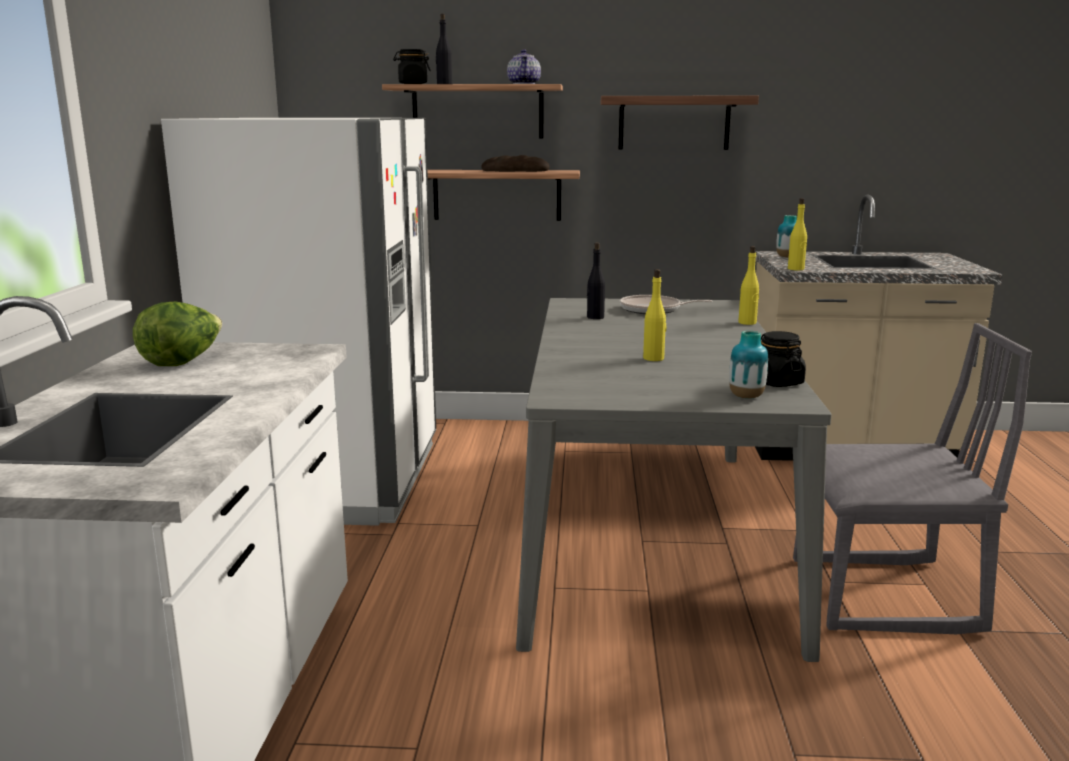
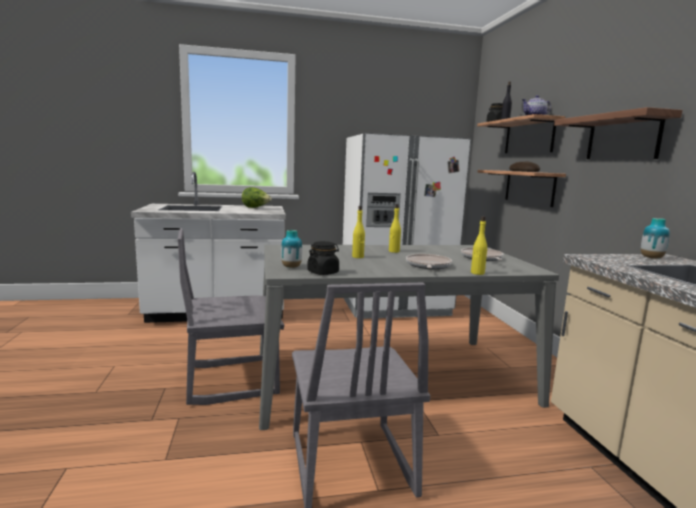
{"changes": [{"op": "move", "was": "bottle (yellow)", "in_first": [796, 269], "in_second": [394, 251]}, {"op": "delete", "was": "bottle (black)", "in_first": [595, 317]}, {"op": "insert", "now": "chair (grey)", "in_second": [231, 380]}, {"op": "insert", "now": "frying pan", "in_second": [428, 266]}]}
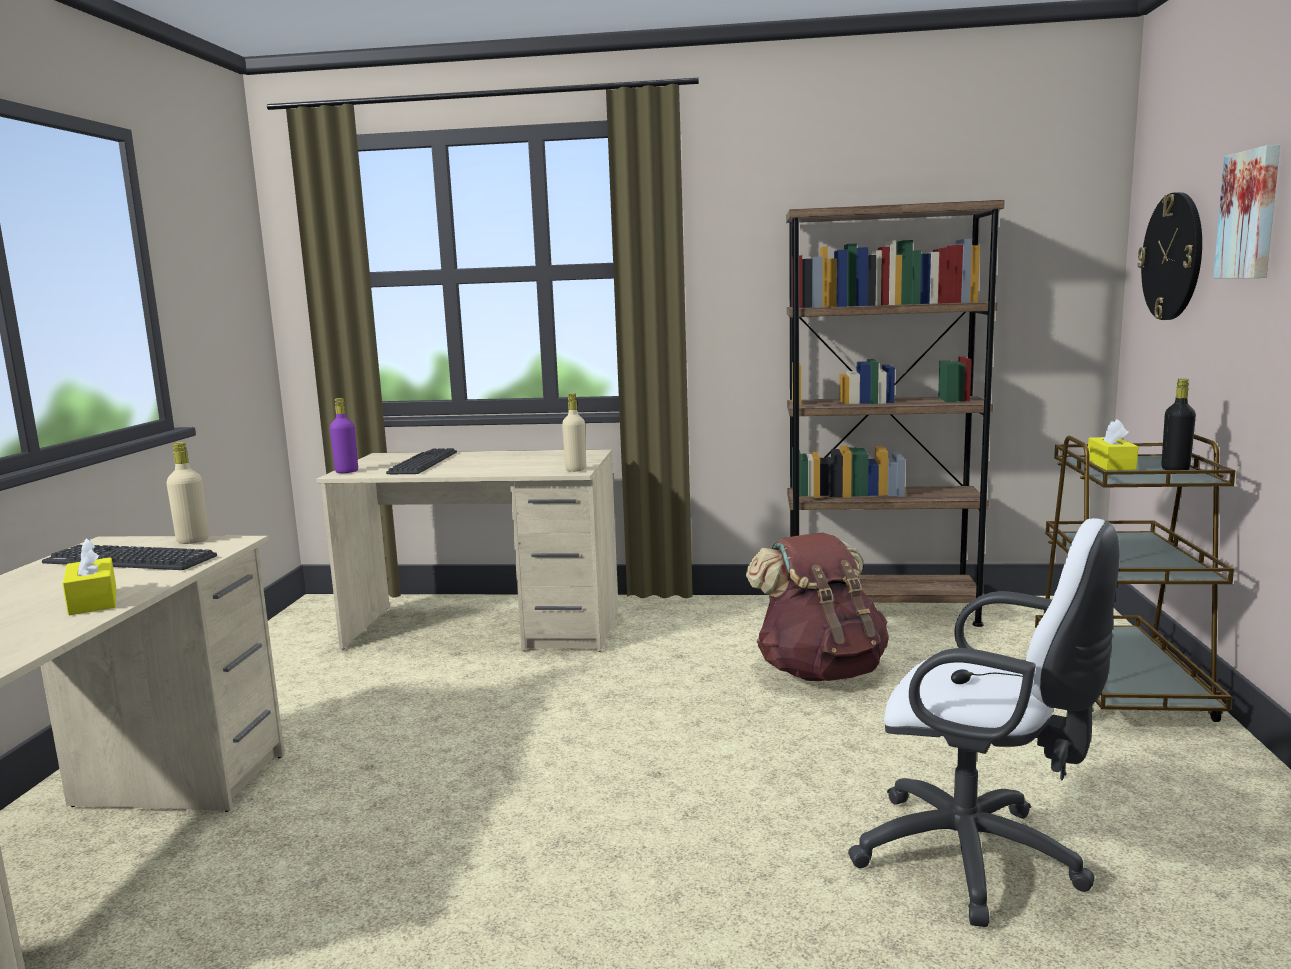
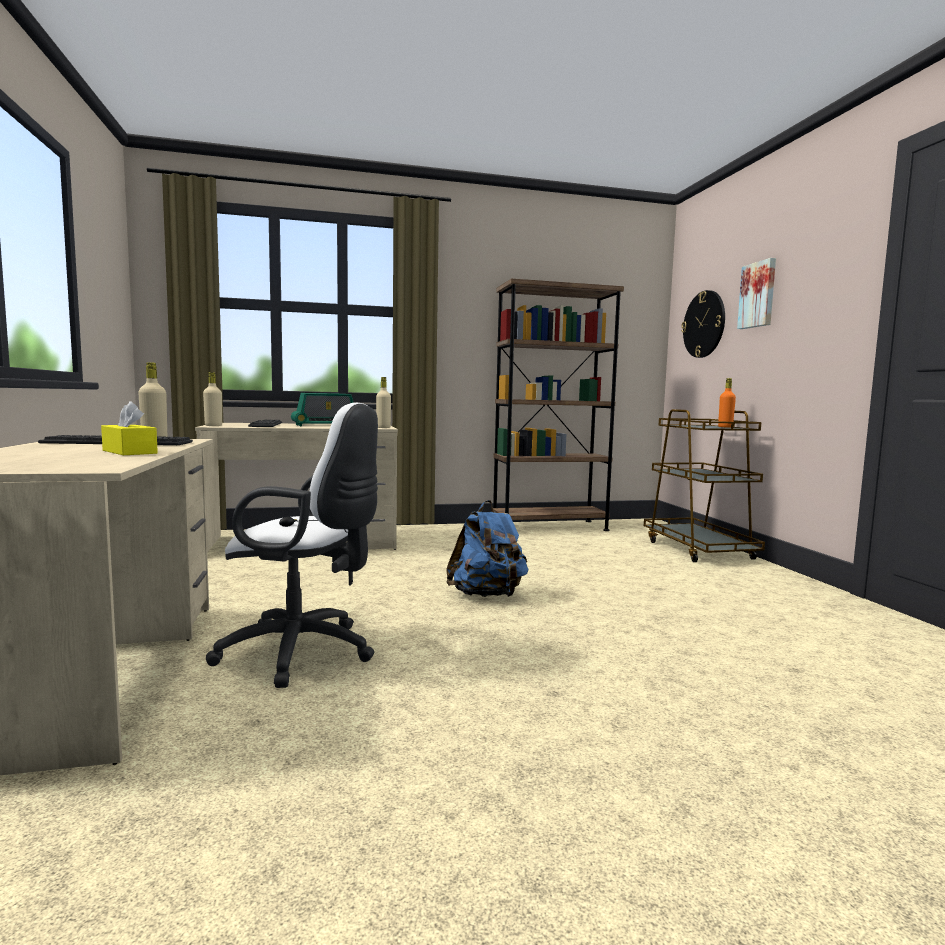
{"changes": [{"op": "recolor", "was": "bottle (black)", "now": "bottle (orange)", "in_first": [1175, 469], "in_second": [725, 427]}, {"op": "recolor", "was": "bottle (purple)", "now": "bottle (beige)", "in_first": [346, 471], "in_second": [213, 425]}, {"op": "delete", "was": "tissue box (yellow)", "in_first": [1111, 465]}, {"op": "move", "was": "office chair (white)", "in_first": [979, 859], "in_second": [304, 653]}, {"op": "delete", "was": "backpack (brown)", "in_first": [819, 671]}, {"op": "insert", "now": "radio", "in_second": [326, 425]}, {"op": "insert", "now": "backpack (blue)", "in_second": [487, 595]}]}
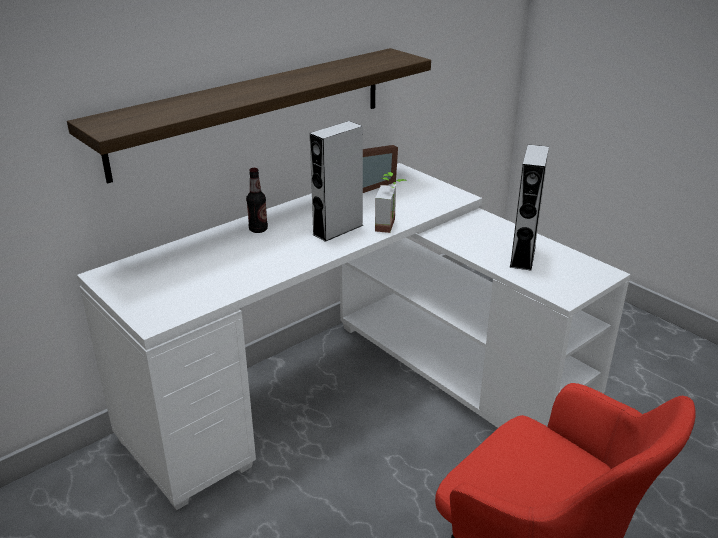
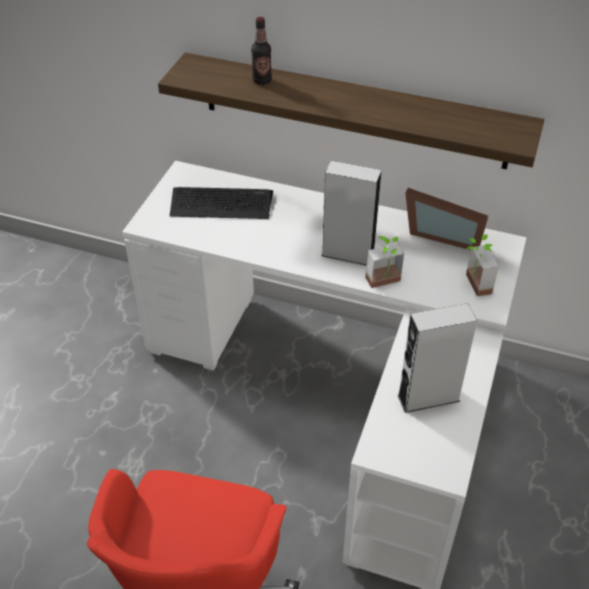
{"changes": [{"op": "move", "was": "bottle", "in_first": [258, 229], "in_second": [262, 80]}, {"op": "insert", "now": "keyboard", "in_second": [221, 204]}, {"op": "insert", "now": "potted plant", "in_second": [472, 285]}]}
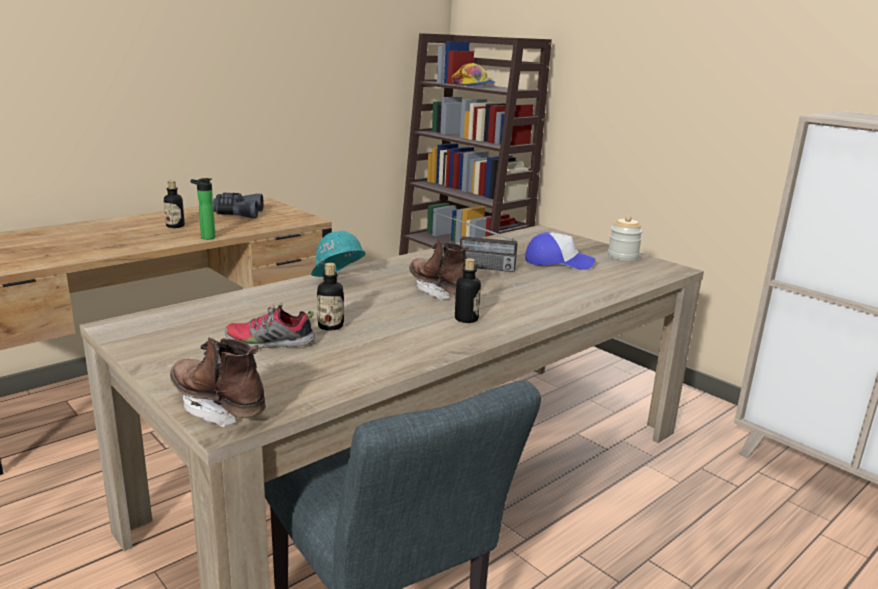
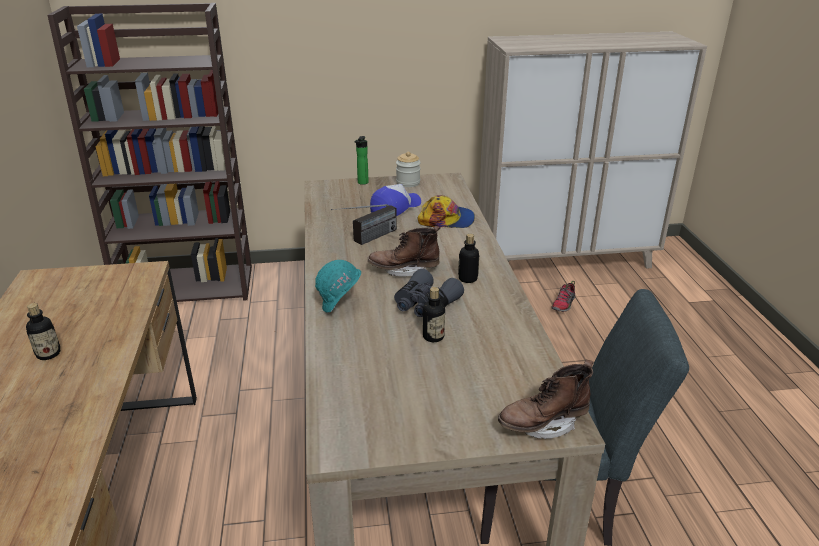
{"changes": [{"op": "move", "was": "cap", "in_first": [473, 85], "in_second": [446, 220]}, {"op": "move", "was": "bottle", "in_first": [205, 238], "in_second": [362, 183]}, {"op": "move", "was": "binoculars (grey)", "in_first": [236, 213], "in_second": [425, 304]}, {"op": "move", "was": "shoe", "in_first": [270, 343], "in_second": [563, 304]}]}
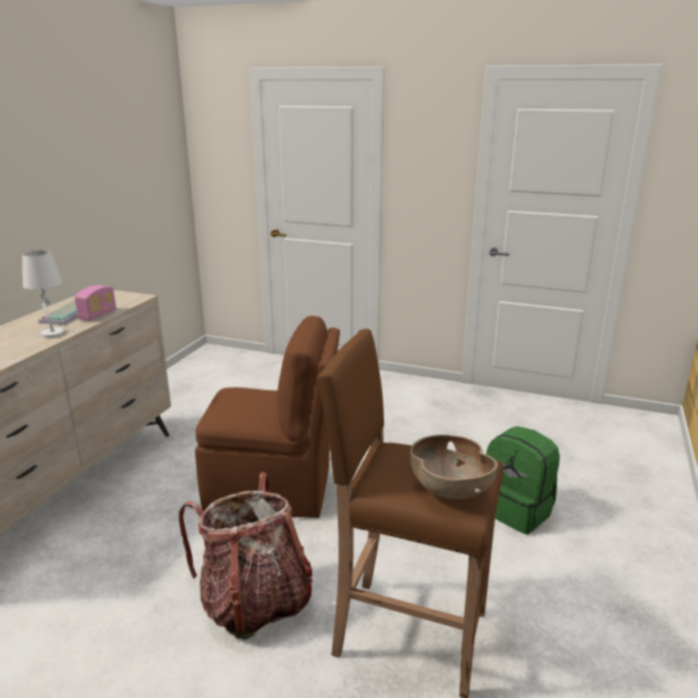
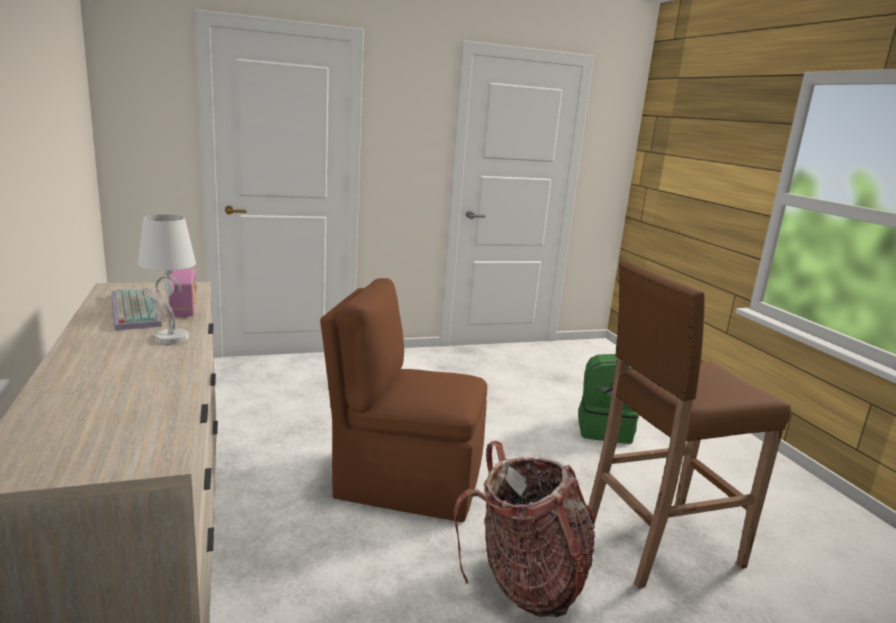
{"changes": [{"op": "rotate", "was": "chair (brown)", "in_first": [273, 490], "in_second": [405, 481], "clockwise": -135}, {"op": "delete", "was": "bowl (brown)", "in_first": [449, 488]}]}
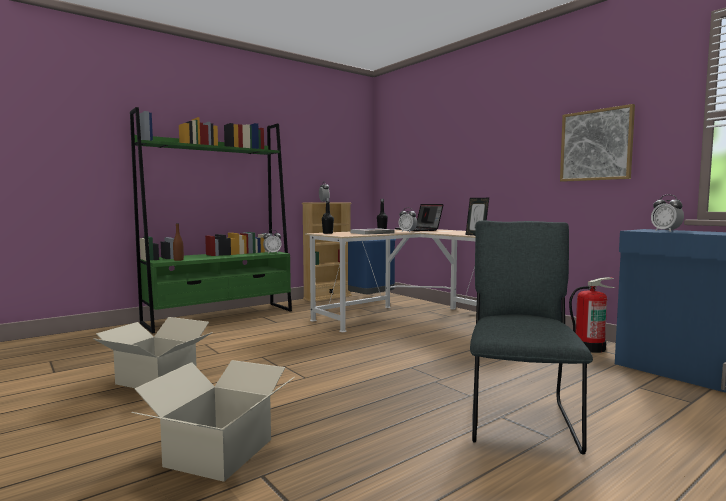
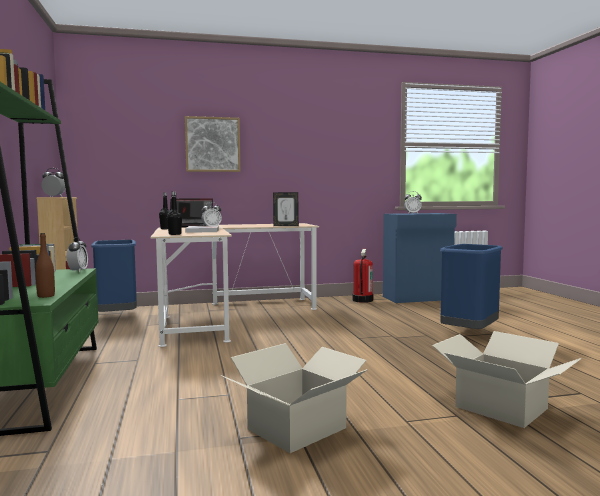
{"changes": [{"op": "move", "was": "picture", "in_first": [596, 145], "in_second": [212, 144]}, {"op": "replace", "was": "chair (grey)", "now": "trash can (blue)", "in_first": [520, 419], "in_second": [469, 333]}]}
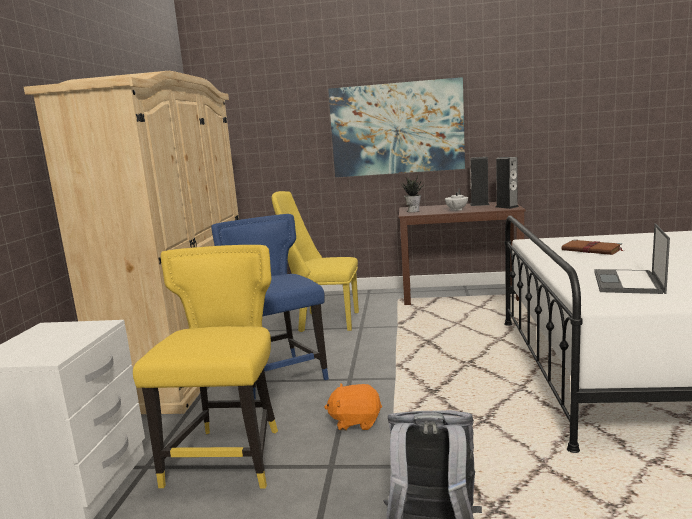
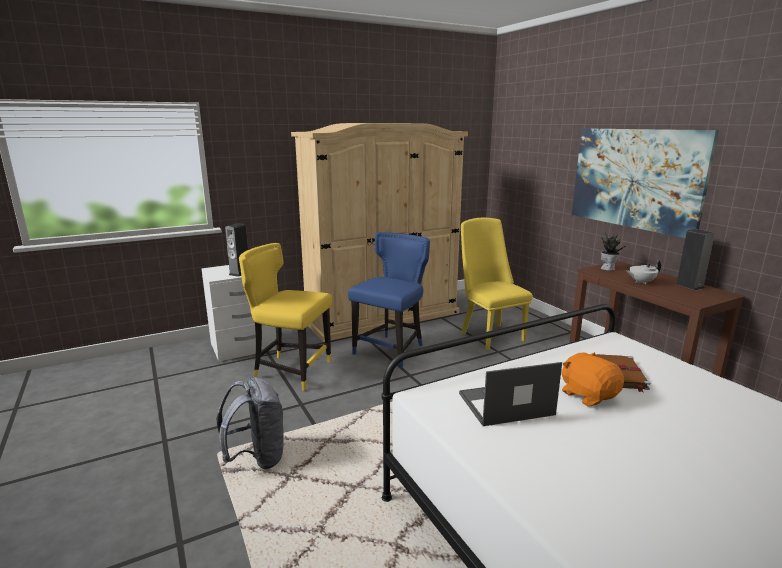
{"changes": [{"op": "move", "was": "speaker", "in_first": [507, 207], "in_second": [240, 273]}, {"op": "rotate", "was": "chair (yellow)", "in_first": [229, 456], "in_second": [291, 371], "clockwise": -135}, {"op": "move", "was": "plush toy (orange)", "in_first": [355, 421], "in_second": [588, 395]}]}
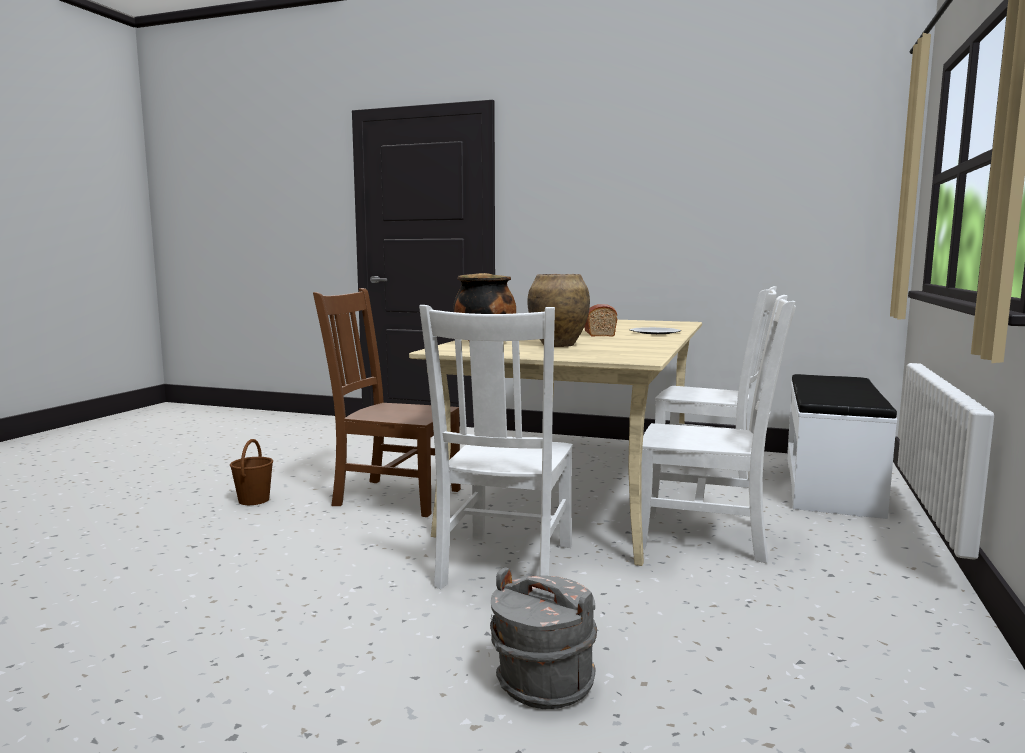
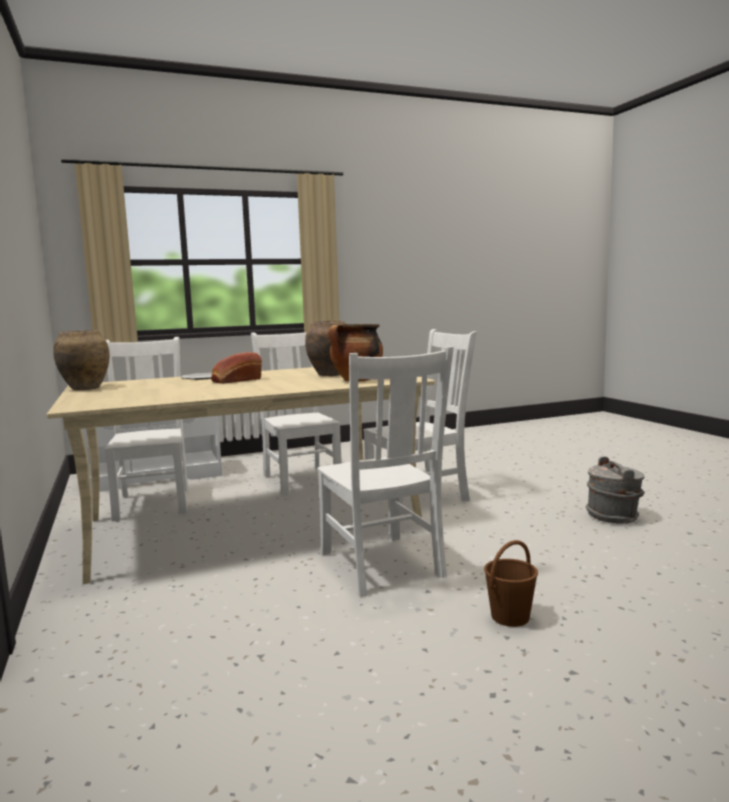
{"changes": [{"op": "recolor", "was": "chair (brown)", "now": "chair (white)", "in_first": [393, 497], "in_second": [382, 566]}, {"op": "move", "was": "bucket (grey)", "in_first": [543, 683], "in_second": [613, 516]}, {"op": "insert", "now": "vase (brown)", "in_second": [86, 388]}]}
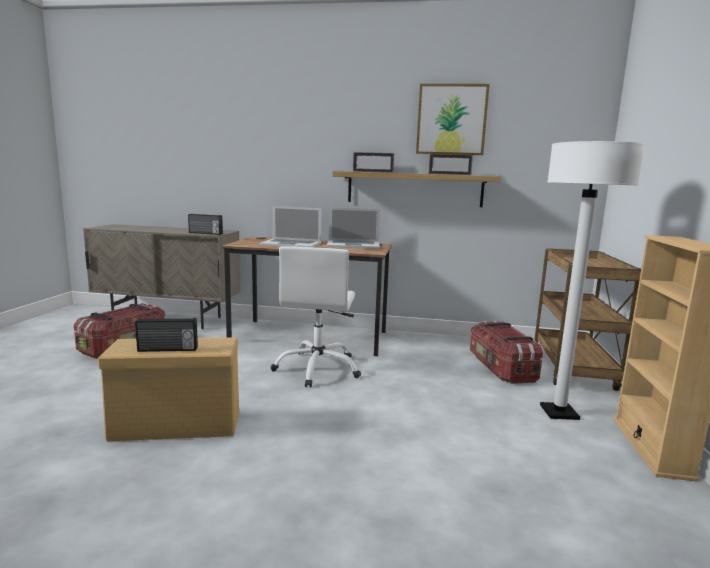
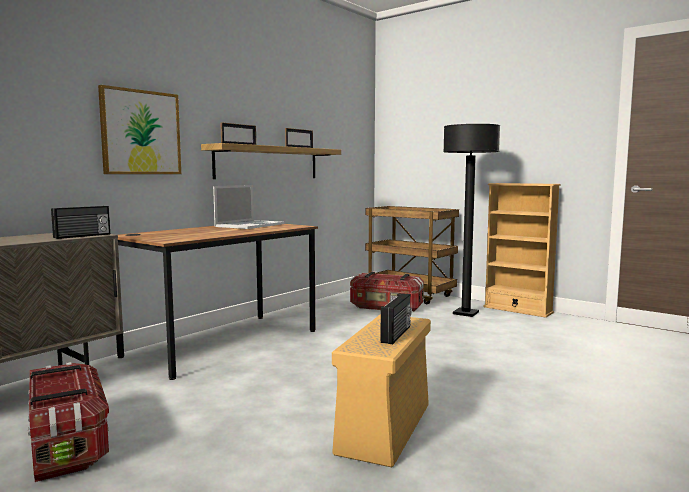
{"changes": [{"op": "move", "was": "picture", "in_first": [451, 120], "in_second": [141, 132]}, {"op": "recolor", "was": "floor lamp (white)", "now": "floor lamp (black)", "in_first": [559, 412], "in_second": [465, 313]}, {"op": "delete", "was": "laptop", "in_first": [291, 244]}, {"op": "delete", "was": "office chair (white)", "in_first": [318, 368]}]}
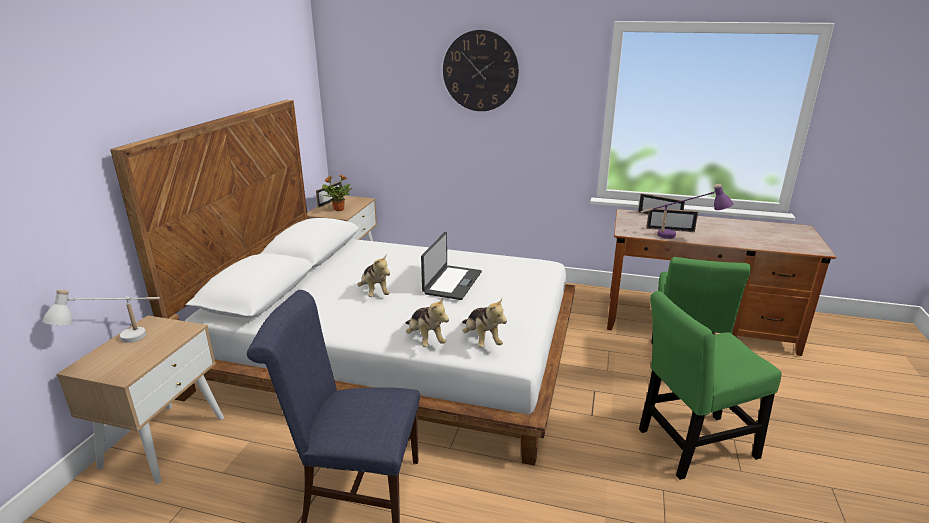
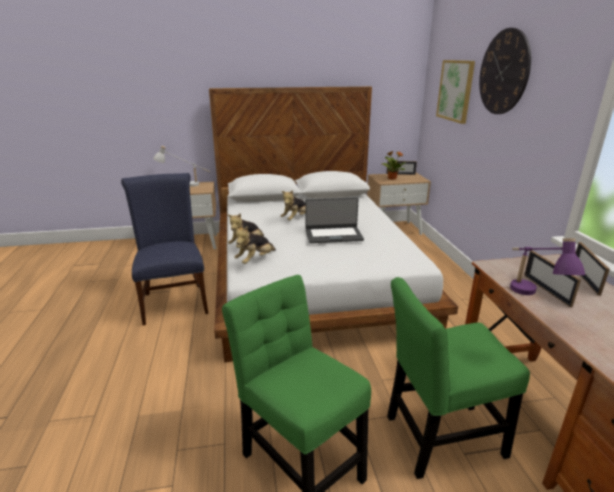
{"changes": [{"op": "insert", "now": "picture", "in_second": [455, 90]}]}
